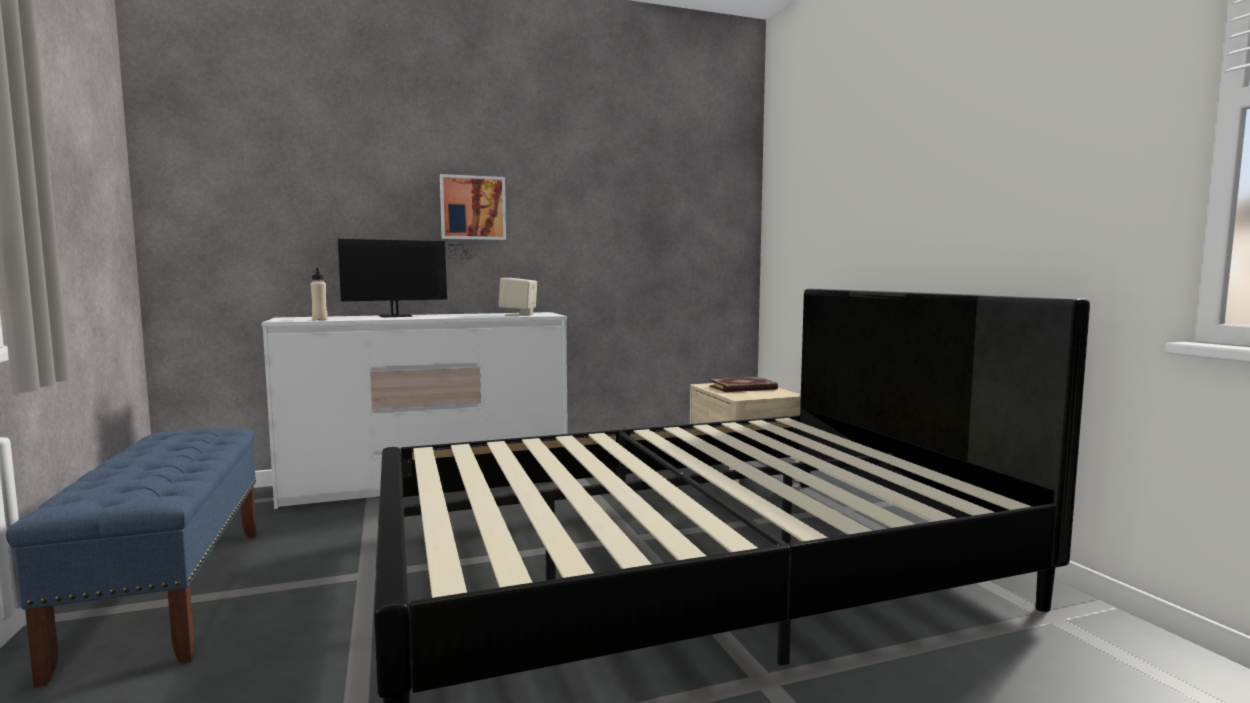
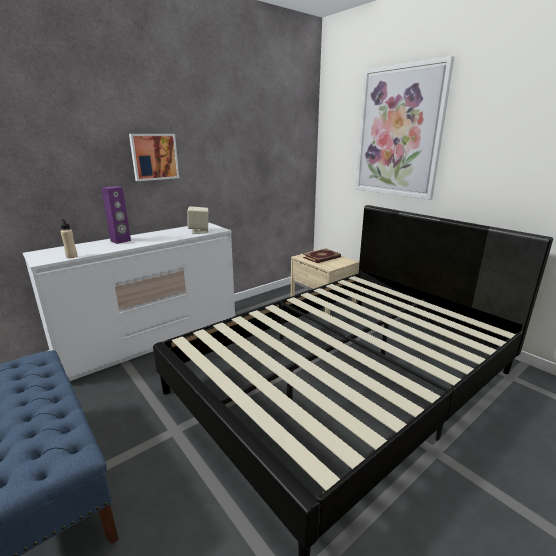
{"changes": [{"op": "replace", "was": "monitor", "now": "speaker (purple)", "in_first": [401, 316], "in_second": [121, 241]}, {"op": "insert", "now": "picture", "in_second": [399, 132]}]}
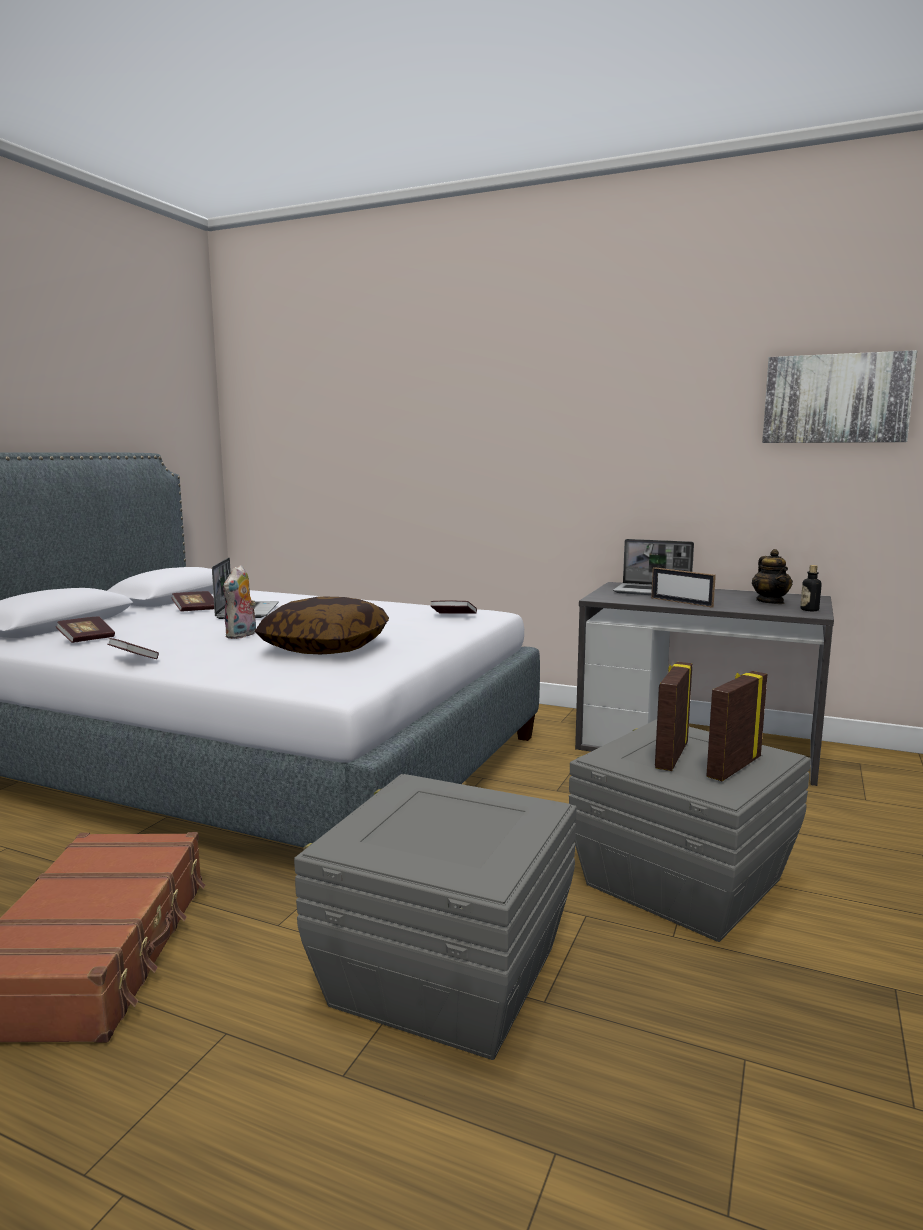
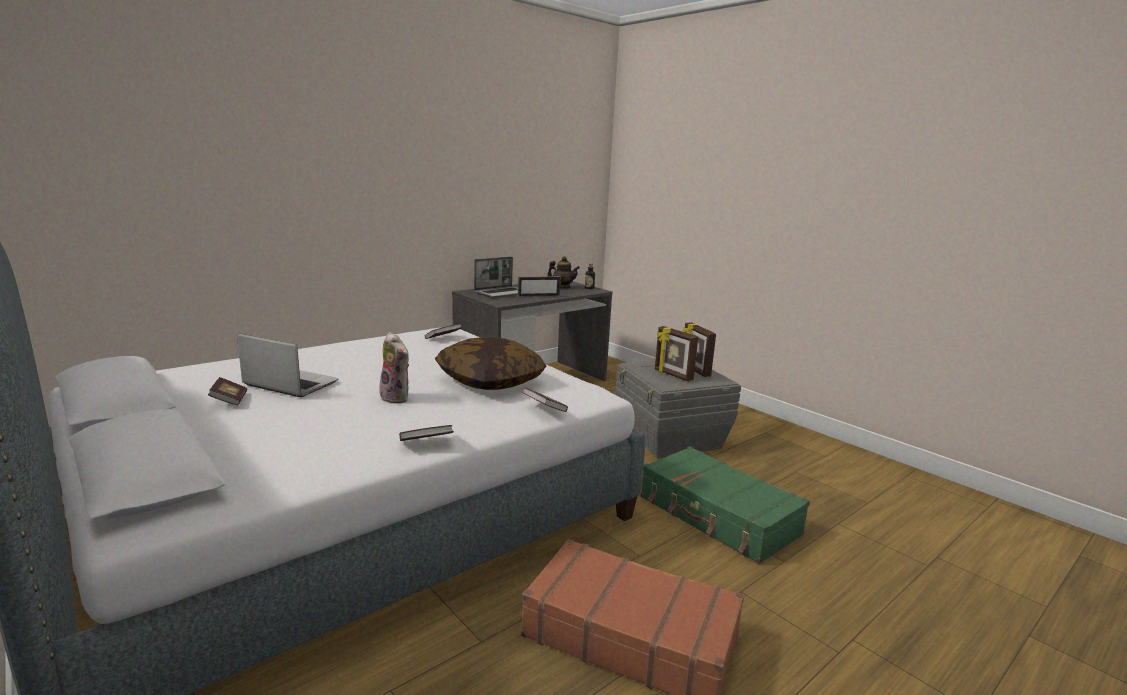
{"changes": [{"op": "delete", "was": "picture", "in_first": [836, 399]}, {"op": "move", "was": "book", "in_first": [87, 639], "in_second": [544, 409]}, {"op": "replace", "was": "storage box (grey)", "now": "suitcase (green)", "in_first": [443, 976], "in_second": [717, 516]}]}
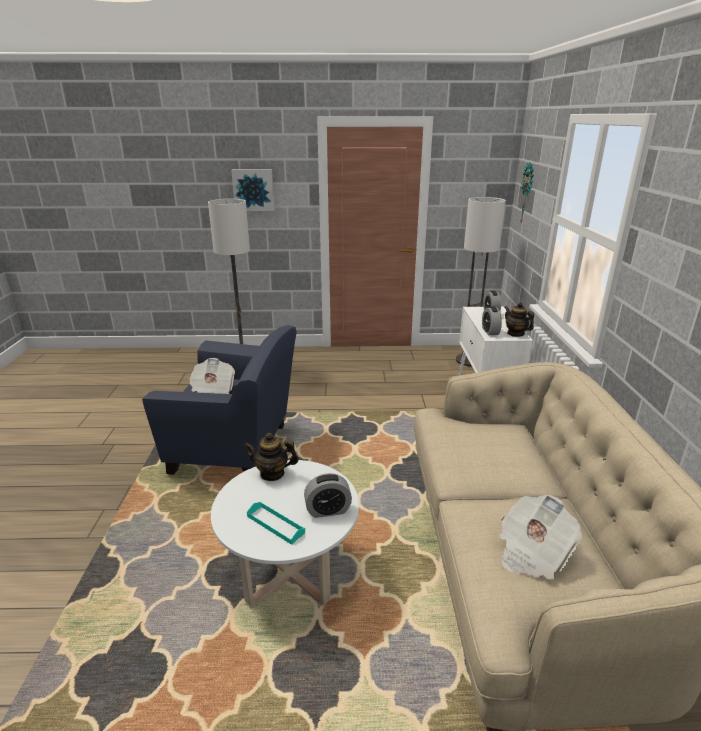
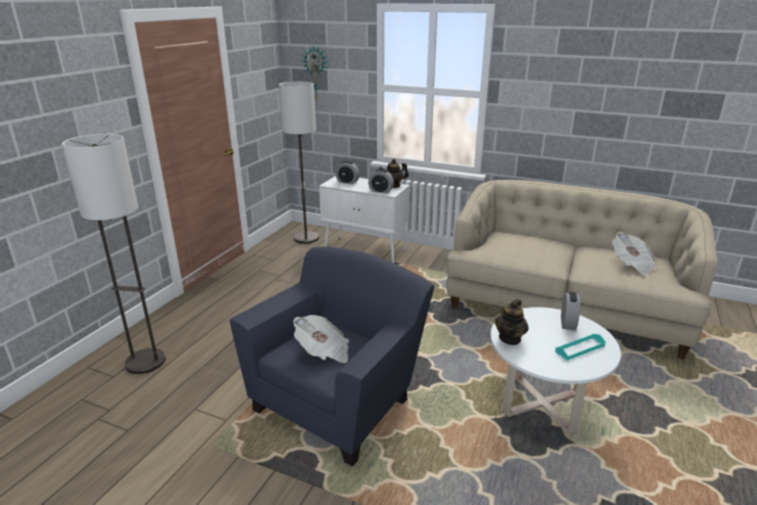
{"changes": [{"op": "delete", "was": "picture", "in_first": [253, 190]}]}
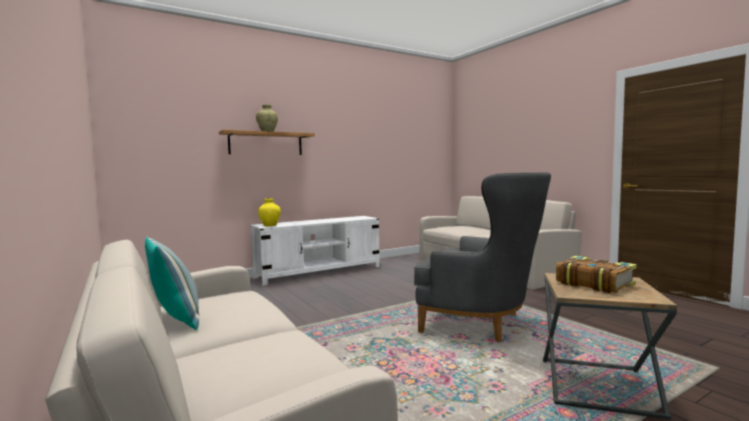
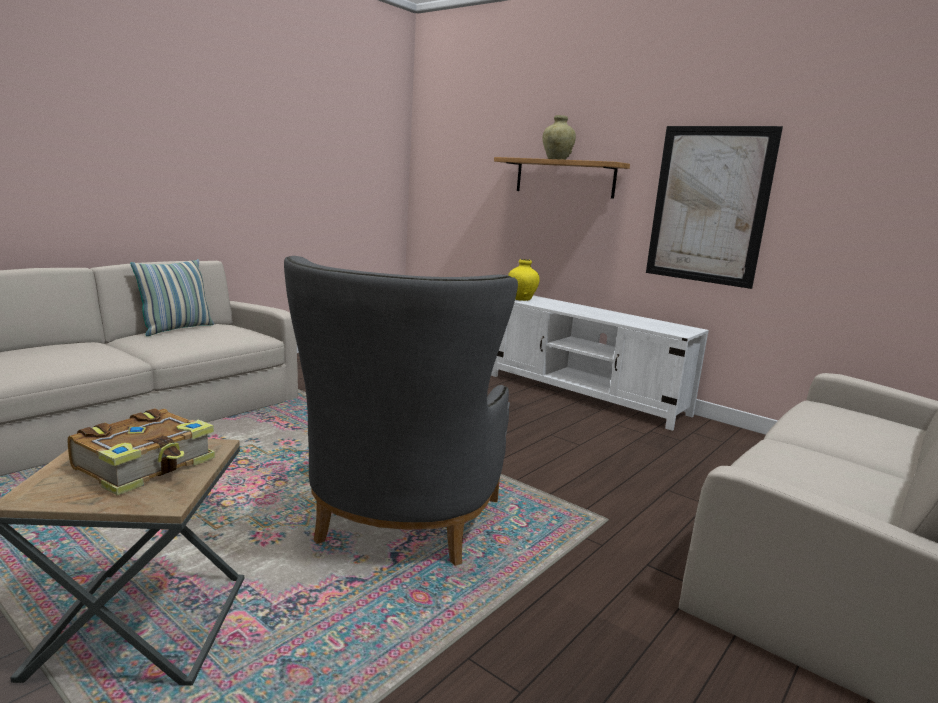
{"changes": [{"op": "insert", "now": "picture", "in_second": [709, 205]}]}
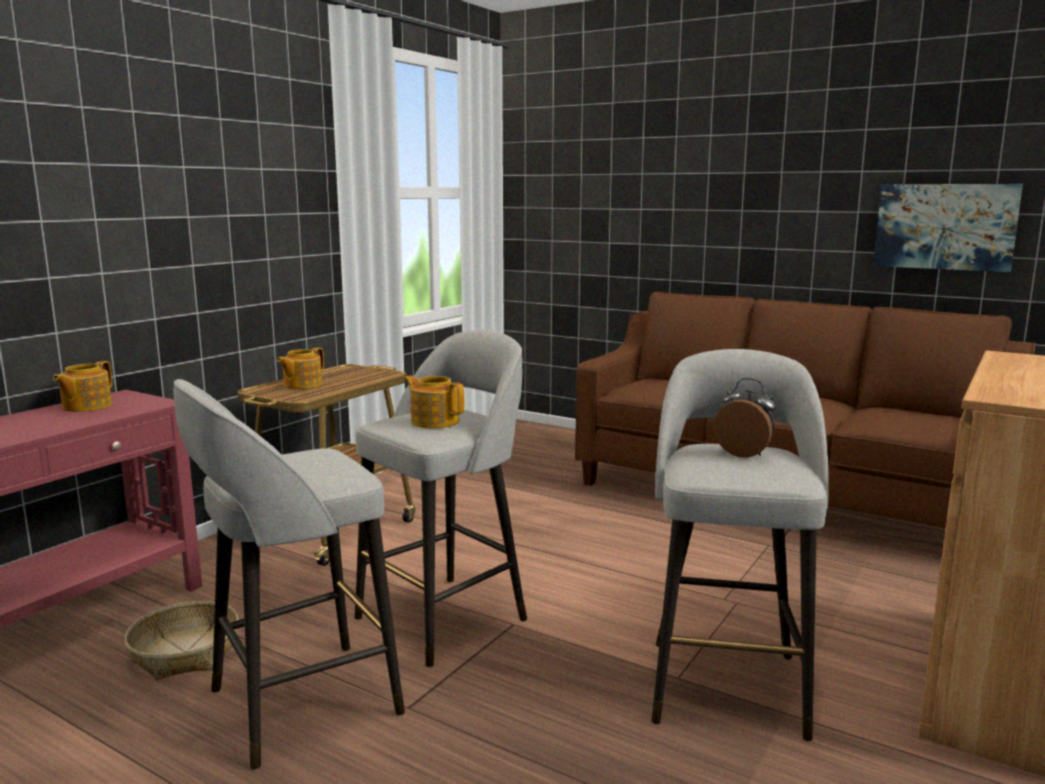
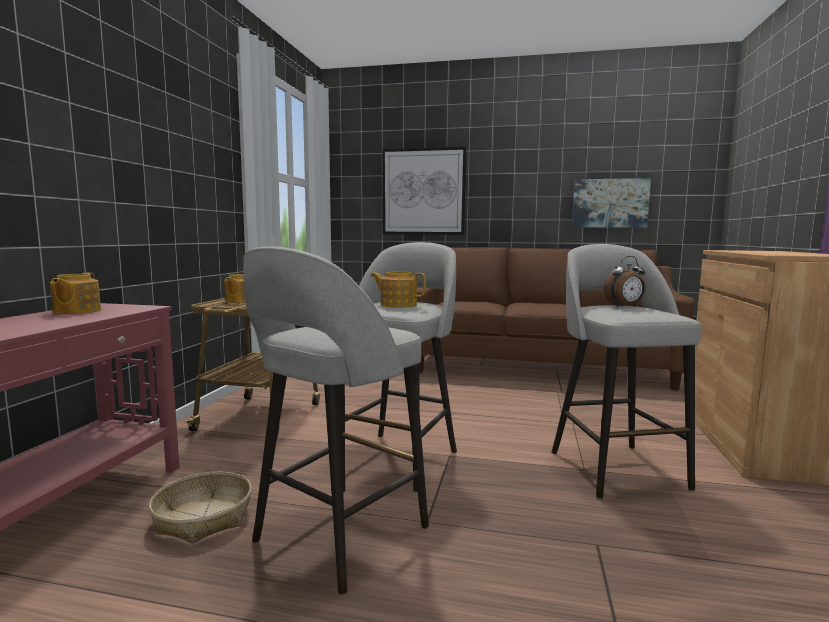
{"changes": [{"op": "rotate", "was": "alarm clock", "in_first": [744, 453], "in_second": [625, 307], "clockwise": 150}, {"op": "insert", "now": "picture", "in_second": [423, 192]}]}
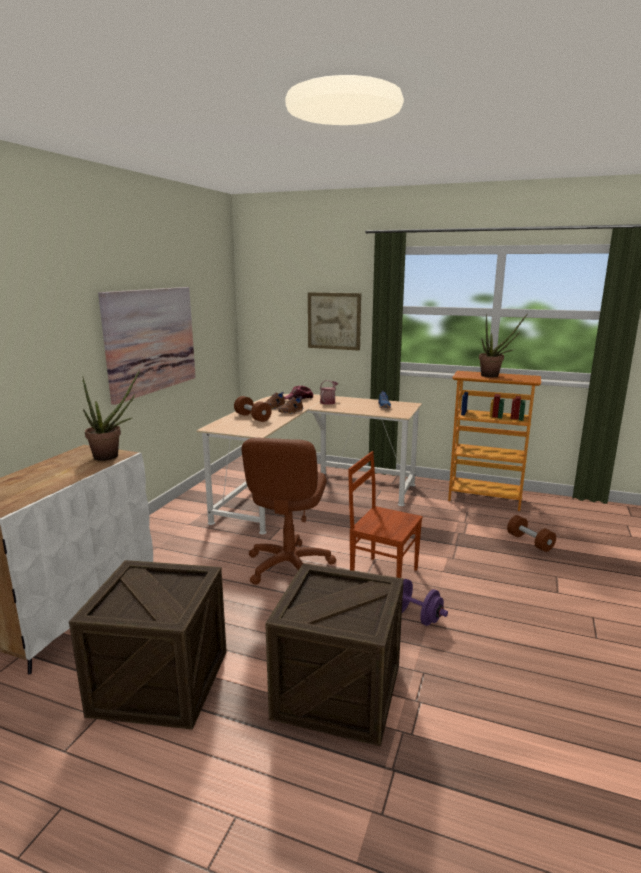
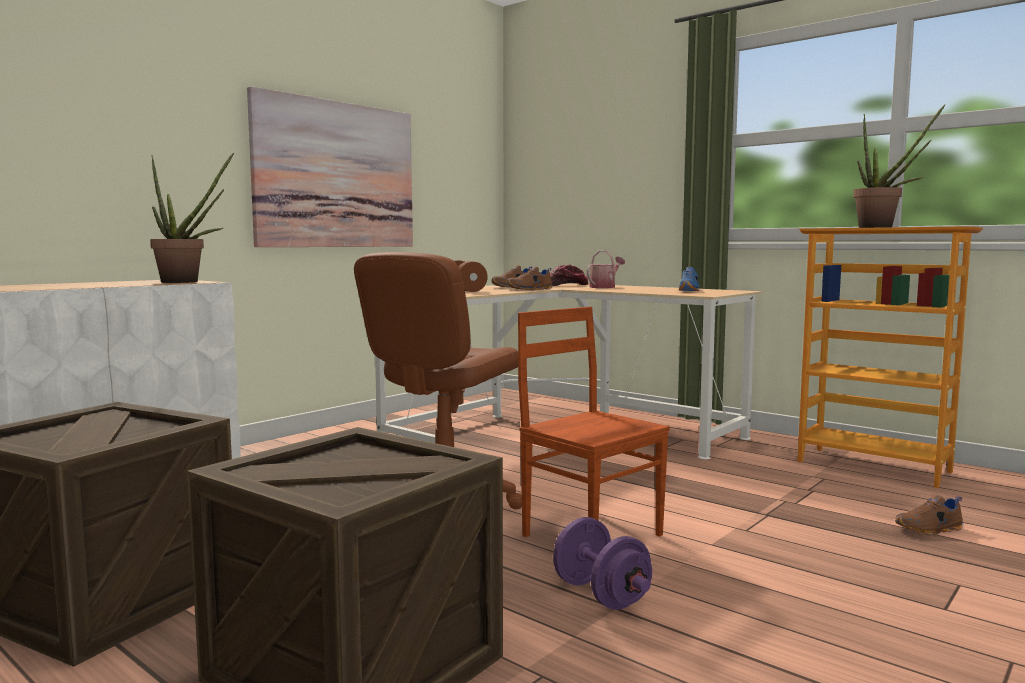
{"changes": [{"op": "delete", "was": "picture", "in_first": [334, 321]}, {"op": "replace", "was": "dumbbell (brown)", "now": "shoe (brown)", "in_first": [529, 542], "in_second": [930, 529]}]}
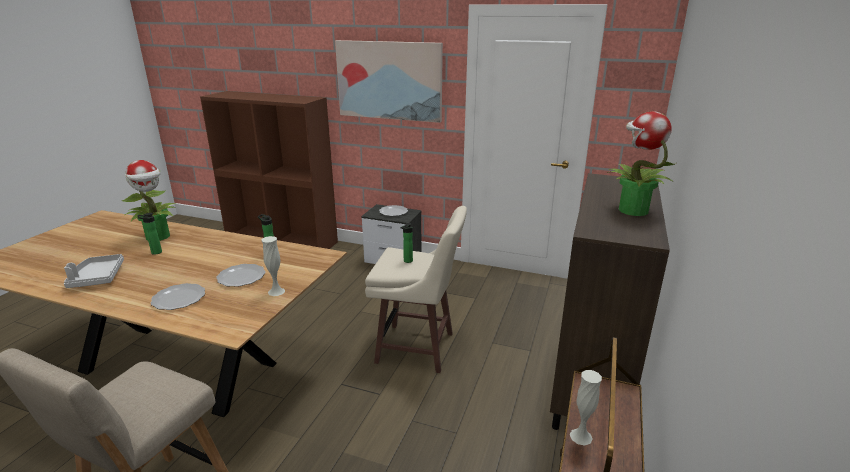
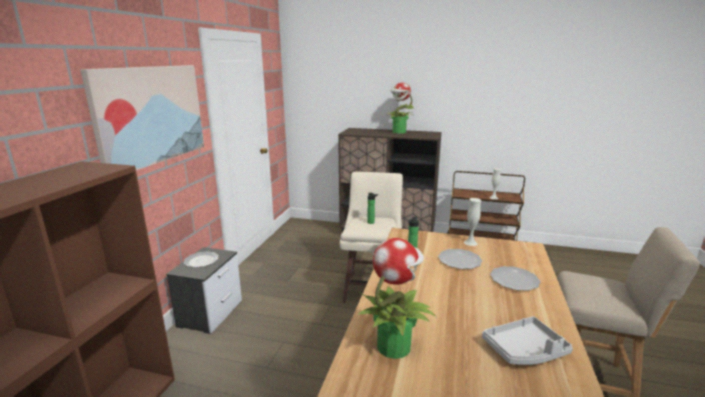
{"changes": [{"op": "delete", "was": "bottle", "in_first": [154, 252]}]}
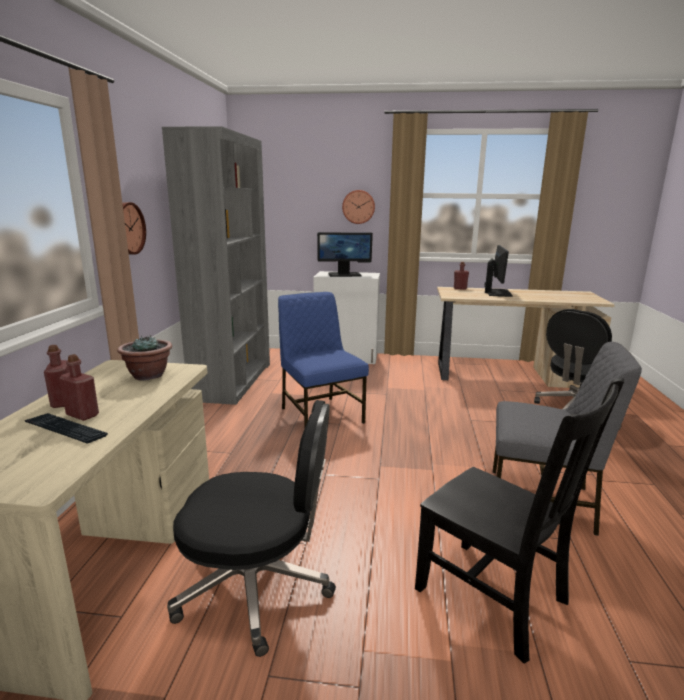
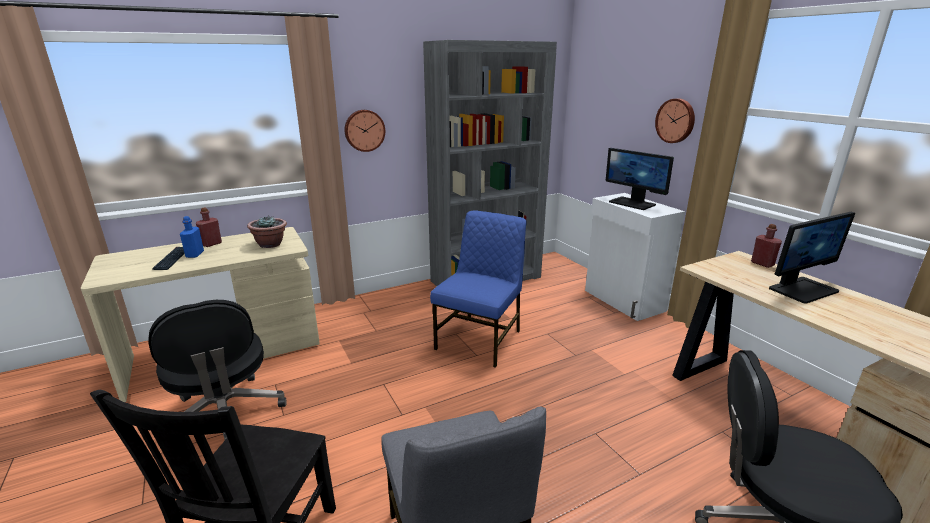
{"changes": [{"op": "recolor", "was": "bottle (red)", "now": "bottle (blue)", "in_first": [82, 415], "in_second": [195, 254]}]}
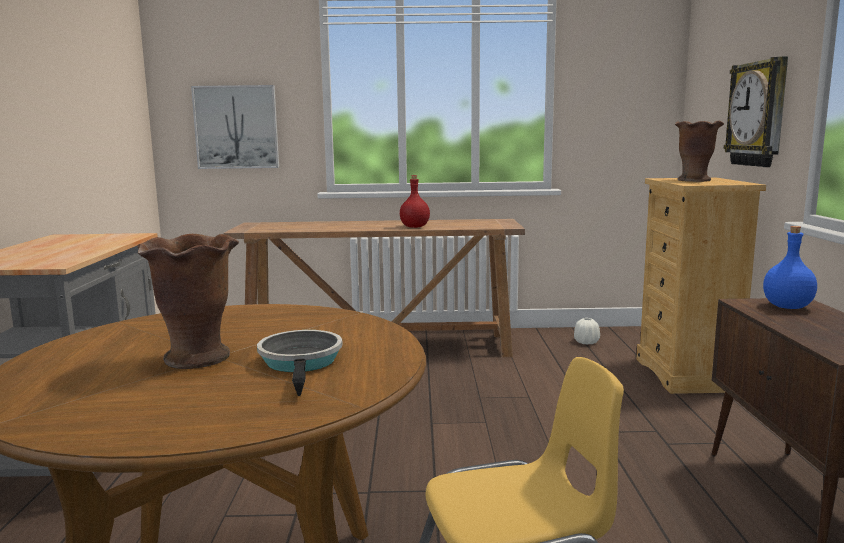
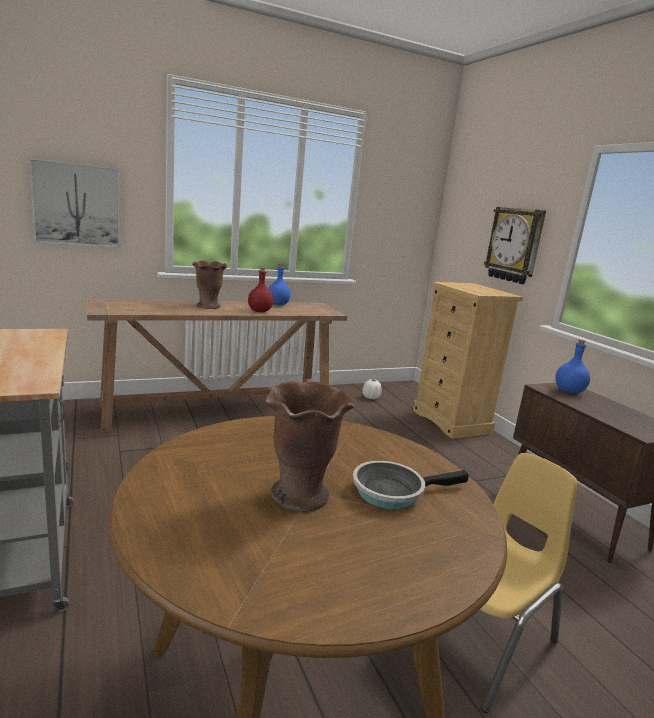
{"changes": [{"op": "move", "was": "vase (brown)", "in_first": [694, 180], "in_second": [208, 306]}, {"op": "rotate", "was": "frying pan", "in_first": [301, 363], "in_second": [393, 491], "clockwise": -75}, {"op": "insert", "now": "bottle (blue)", "in_second": [278, 304]}]}
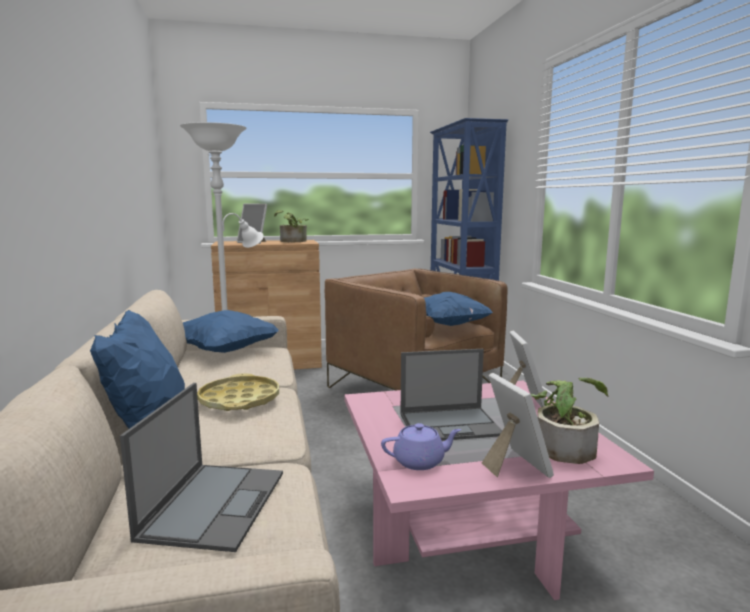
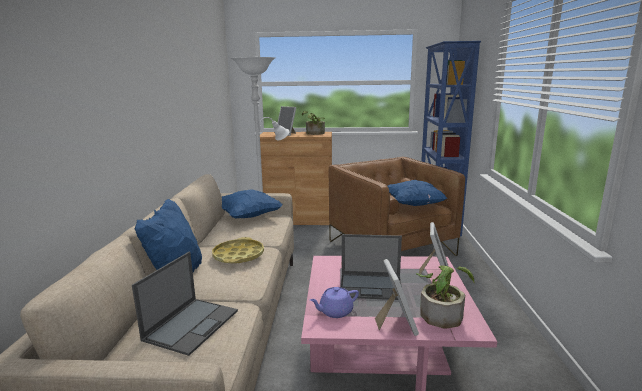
{"changes": [{"op": "rotate", "was": "teapot (purple)", "in_first": [420, 461], "in_second": [335, 312], "clockwise": 150}]}
